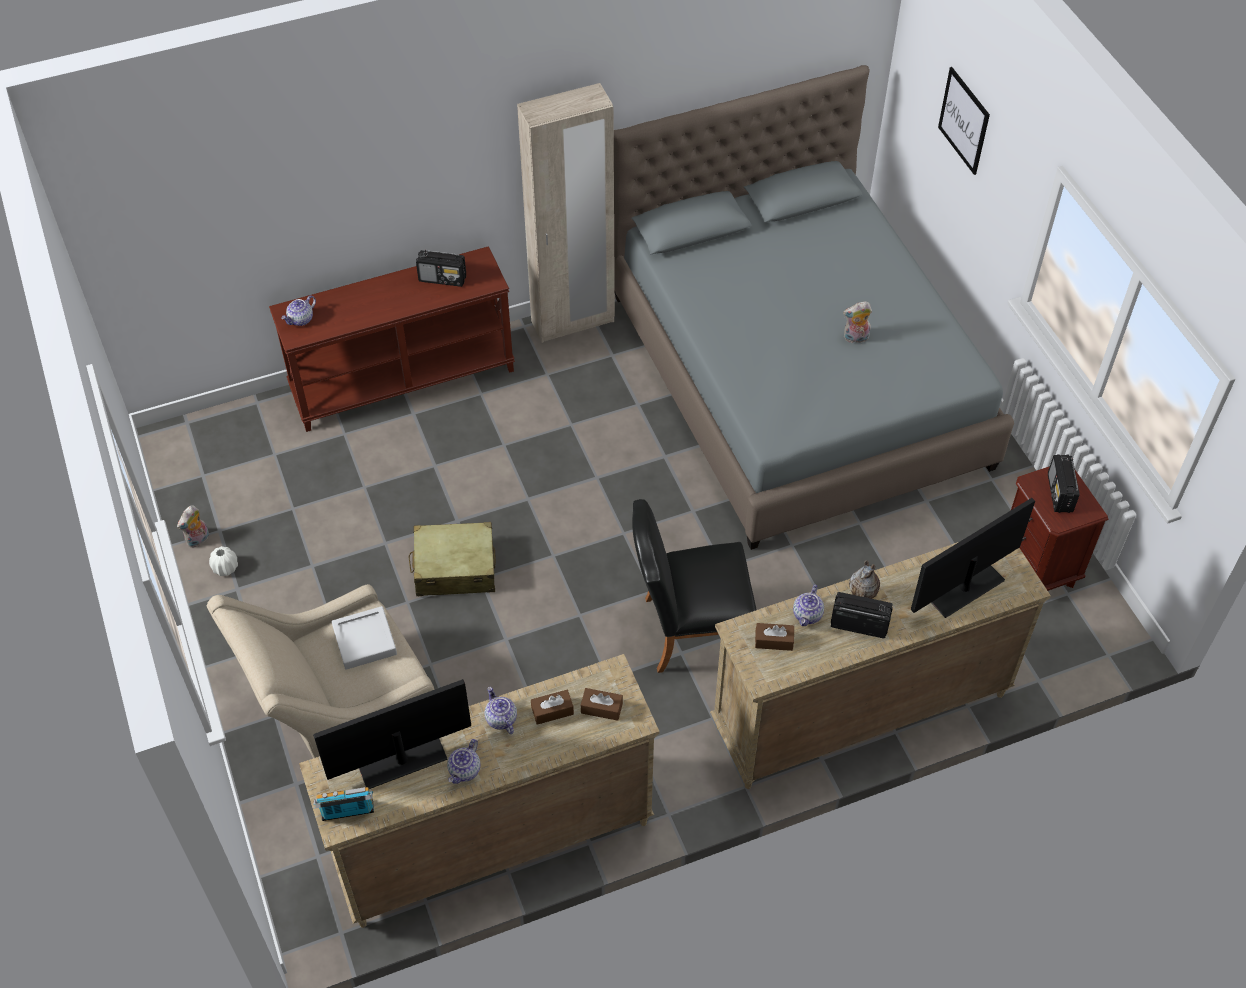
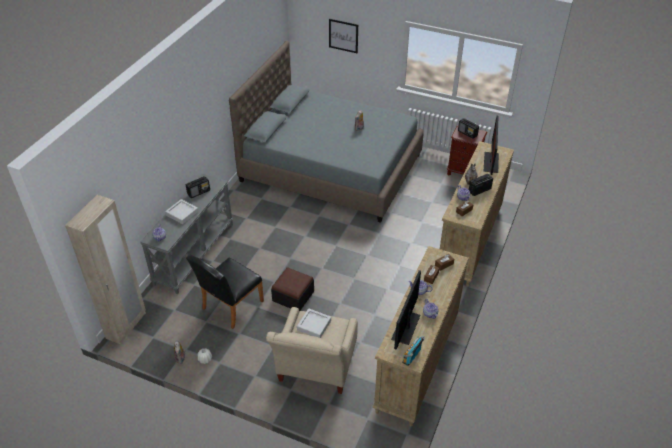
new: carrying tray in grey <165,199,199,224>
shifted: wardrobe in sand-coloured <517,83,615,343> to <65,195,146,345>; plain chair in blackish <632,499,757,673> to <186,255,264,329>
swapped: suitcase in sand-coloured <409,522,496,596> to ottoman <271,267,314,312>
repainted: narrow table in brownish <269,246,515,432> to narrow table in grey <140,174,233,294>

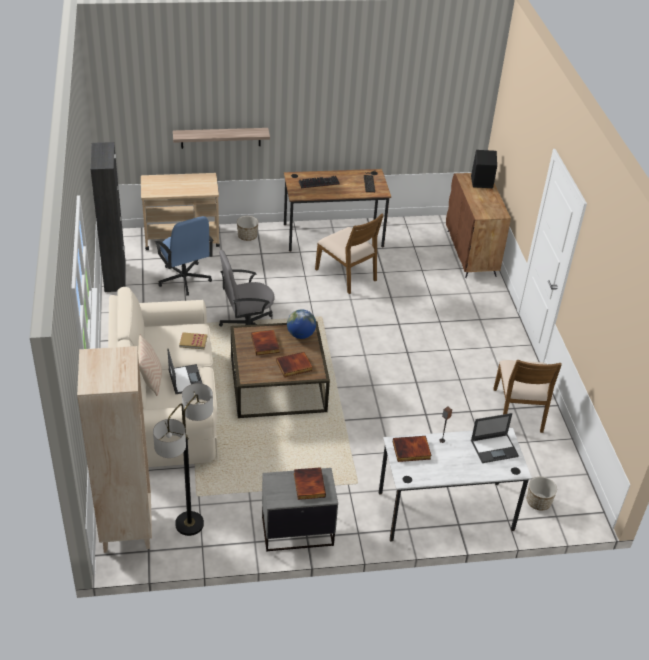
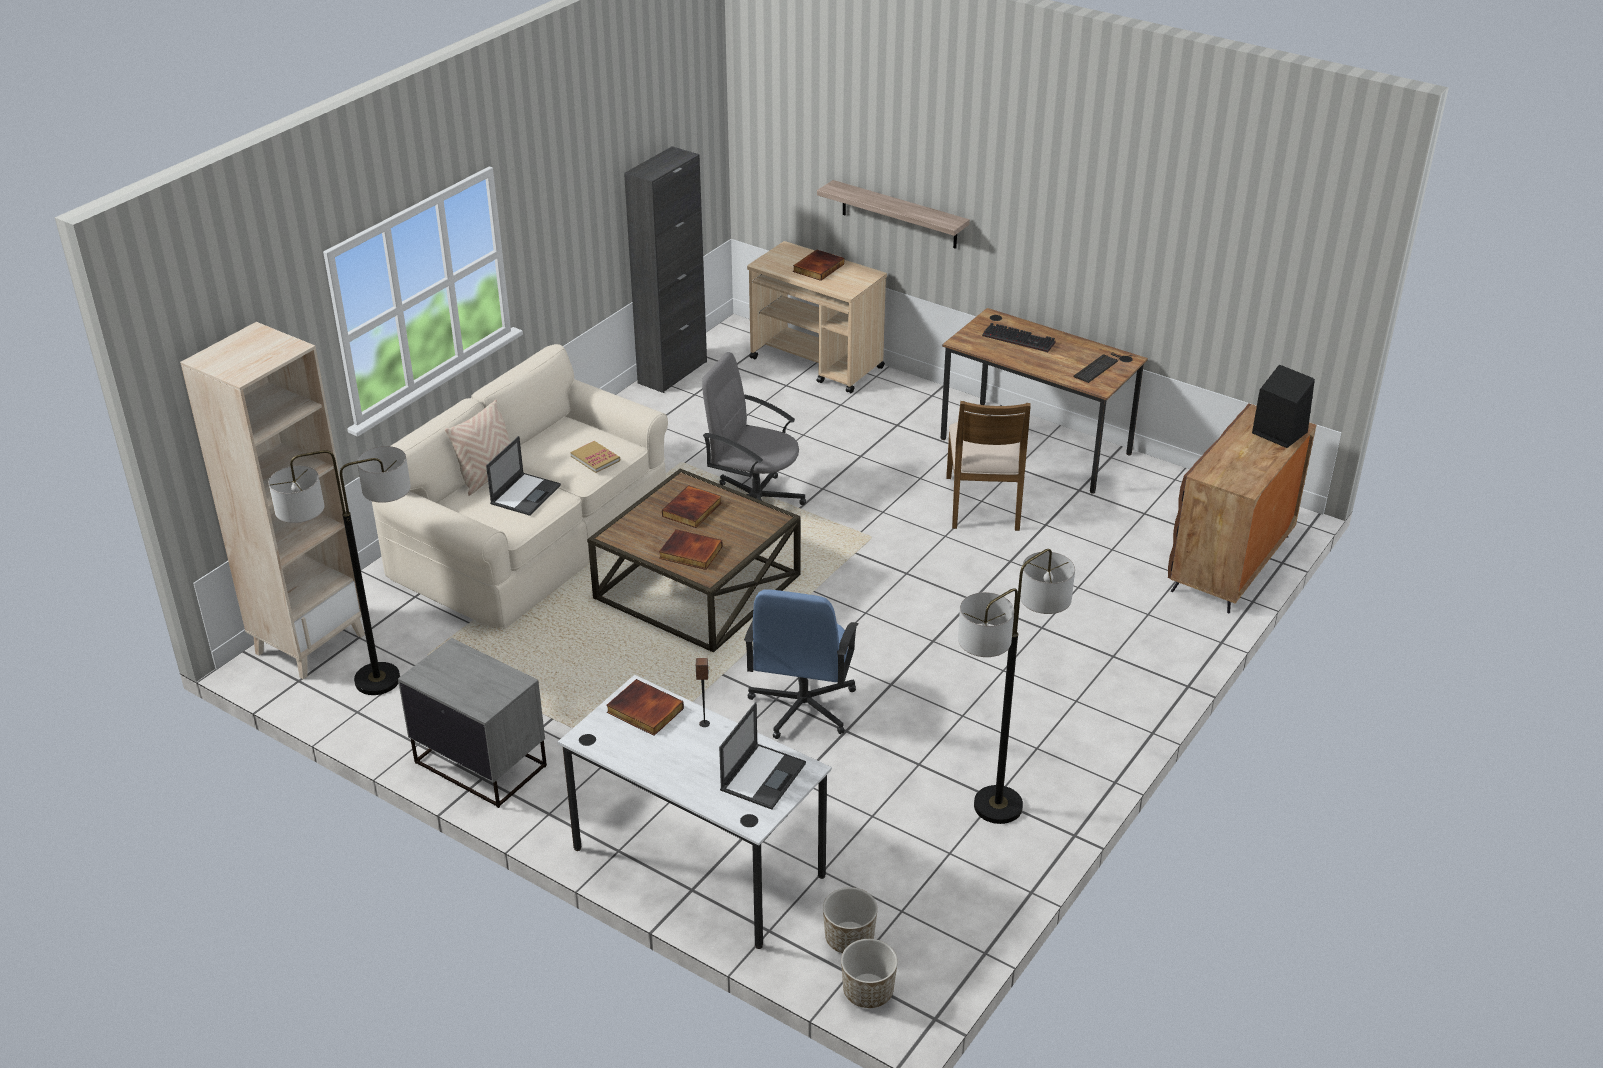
gone: globe <287,309,316,339>
shifted: computer chair in blue <155,216,213,296> to <744,590,858,739>; plant pot <237,216,258,241> to <841,939,898,1008>; book <294,467,326,500> to <793,249,844,281>
swapped: plain chair in brownish <493,360,562,433> to floor lamp <958,549,1075,824>
rotated: notebook computer <471,413,519,463> = <719,702,806,810> 90 degrees counterclockwise

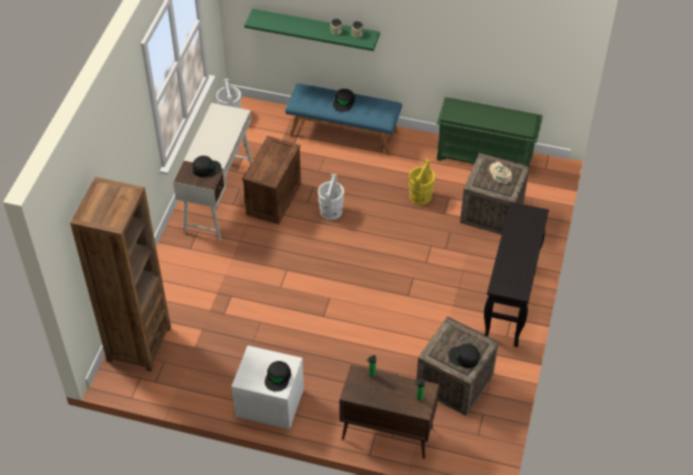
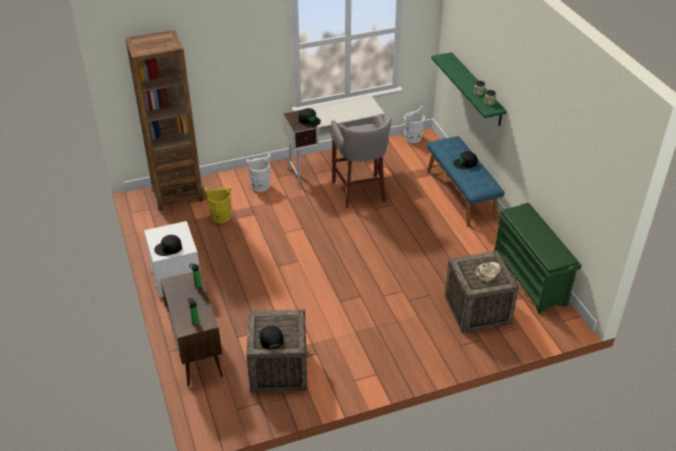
gone: narrow table in blackish <484,202,549,347>
shifted: pail in yellow-coloured <409,159,435,205> to <205,185,232,223>; pail in white-coloured <318,174,344,220> to <246,154,271,192>
swapped: packing crate <242,136,301,224> to stool seat in grey <331,114,392,208>

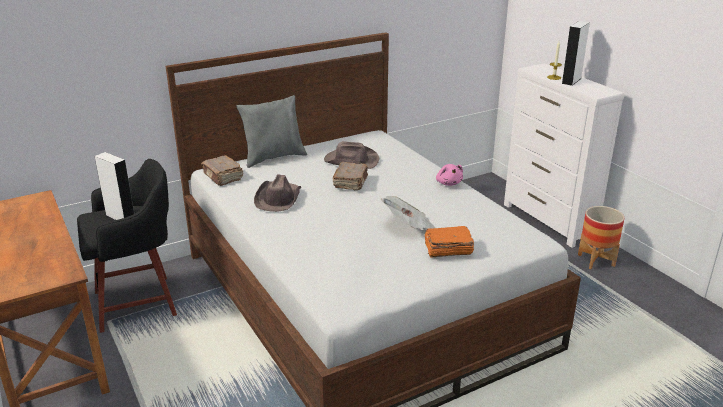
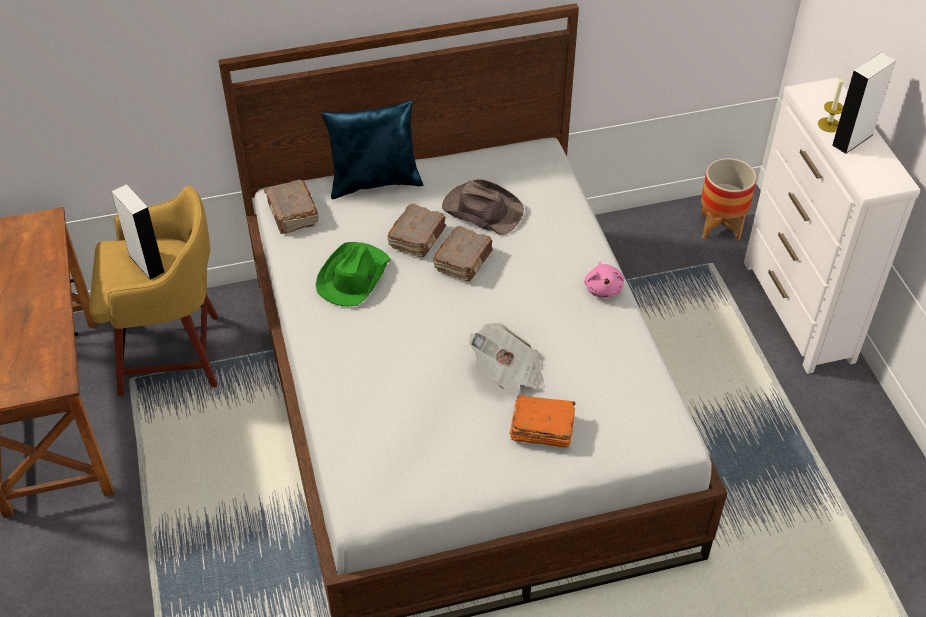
new: book in brownish <388,204,446,257>
shifted: plant pot <578,206,624,269> to <701,158,757,241>
repainted: throw pillow in grey <236,95,307,168> to throw pillow in blue <321,100,423,199>; stool seat in blackish <77,159,177,333> to stool seat in yellow-coloured <89,185,218,396>; hat in brownish <254,174,301,212> to hat in greenish <315,242,391,306>

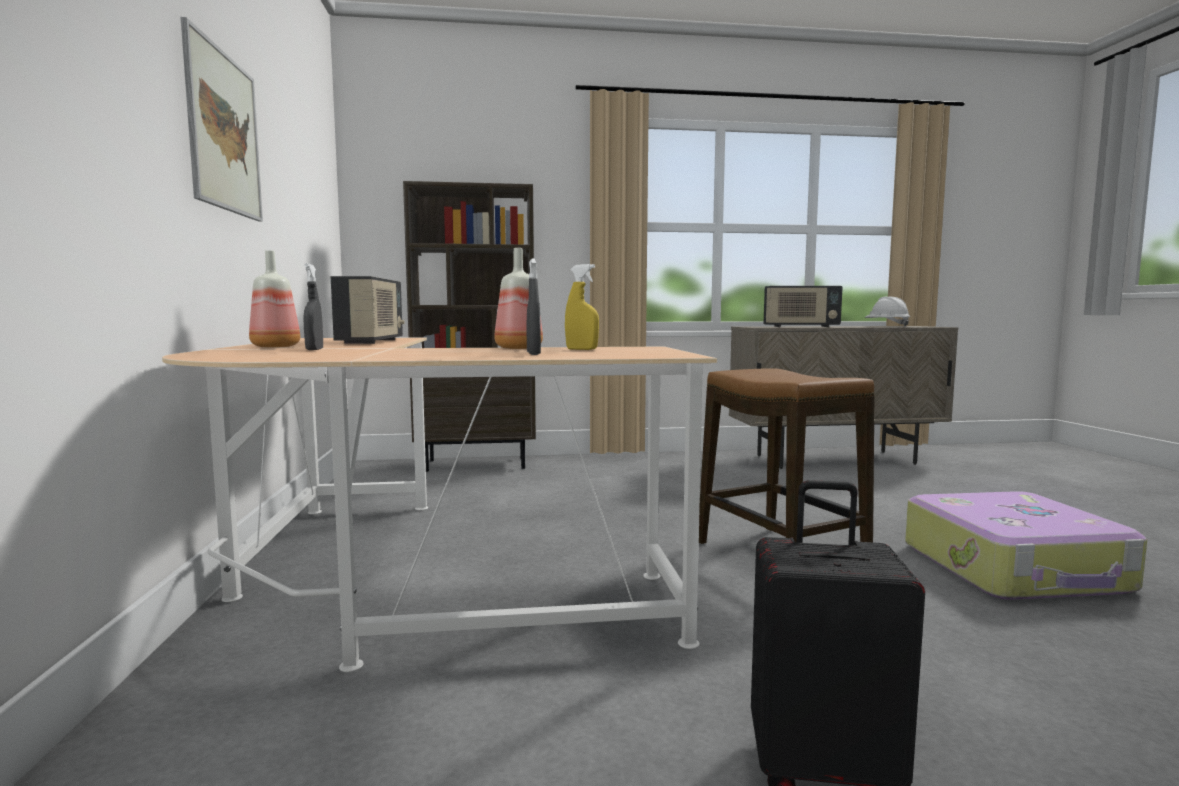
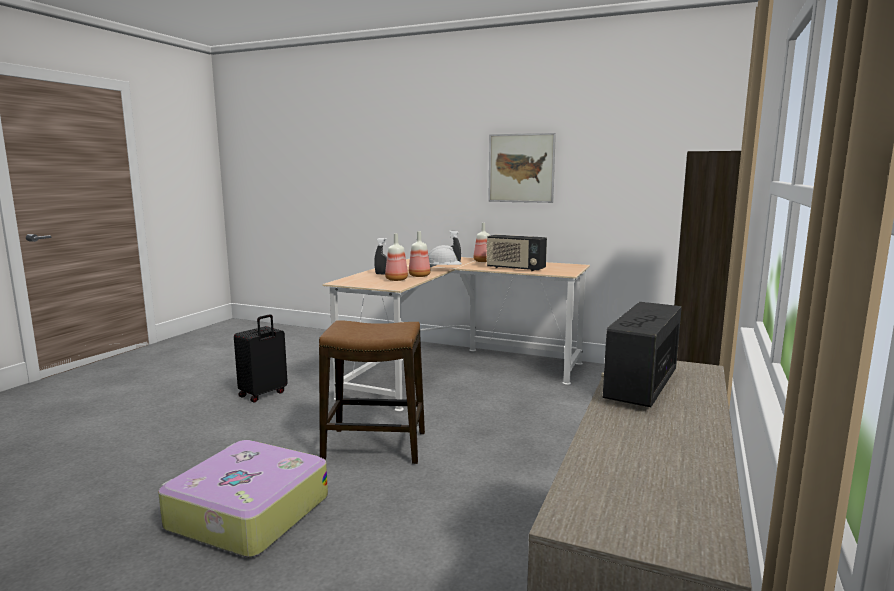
shifted: safety helmet in white-coloured <865,297,910,327> to <428,245,462,267>
swapped: hand sprayer in yellow-coloured <565,264,599,350> to drink bottle <385,233,408,281>

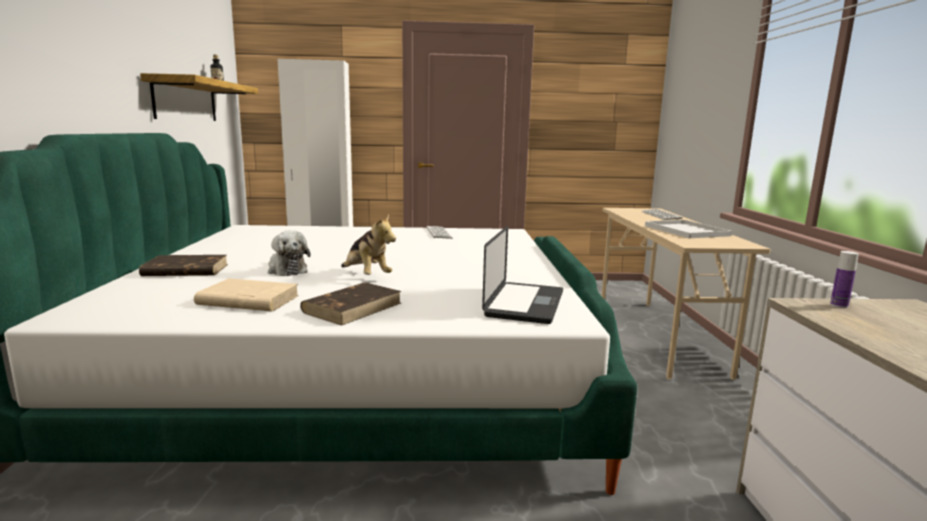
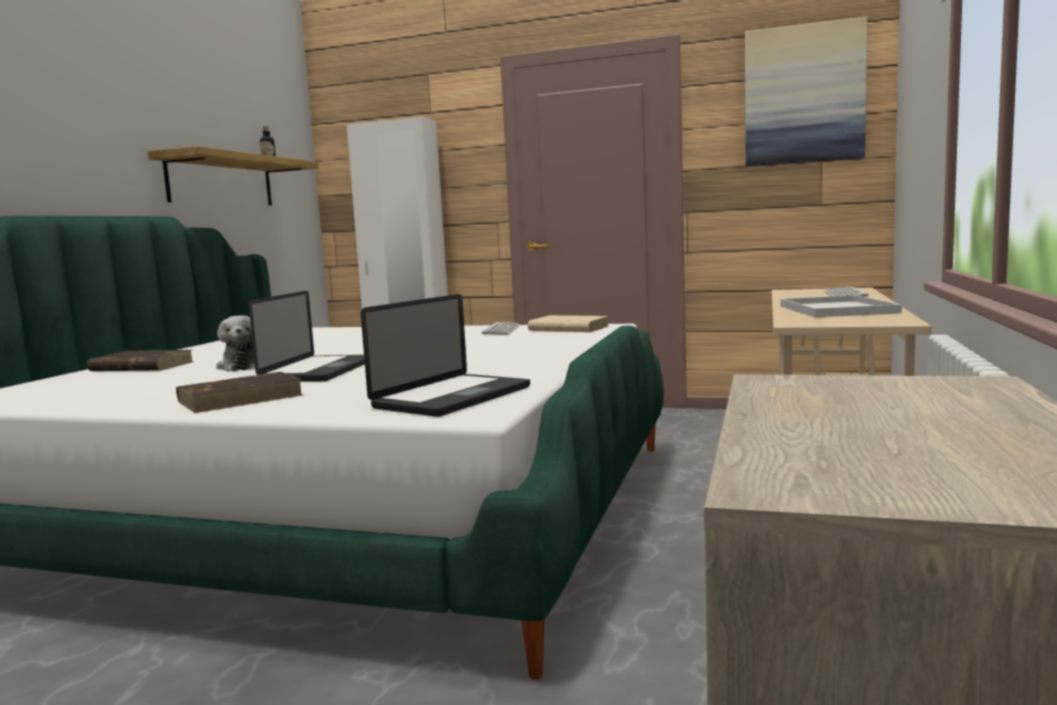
gone: drink bottle <830,251,859,308>
new: picture <745,17,867,167>
shifted: book in sand-coloured <194,278,299,311> to <528,315,609,332>
swapped: plush toy <341,214,396,275> to notebook computer <249,291,365,382>

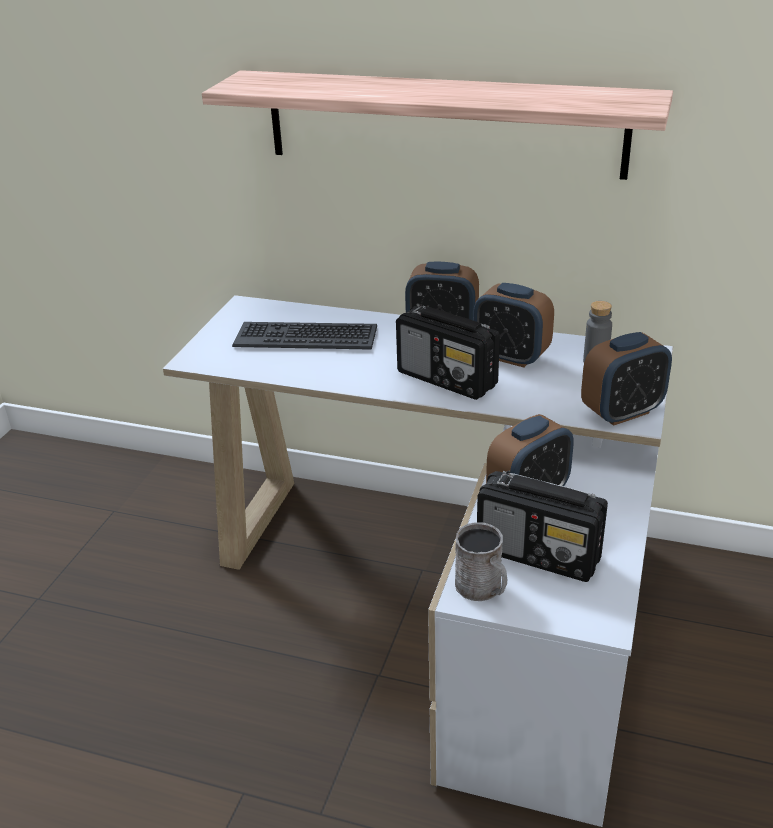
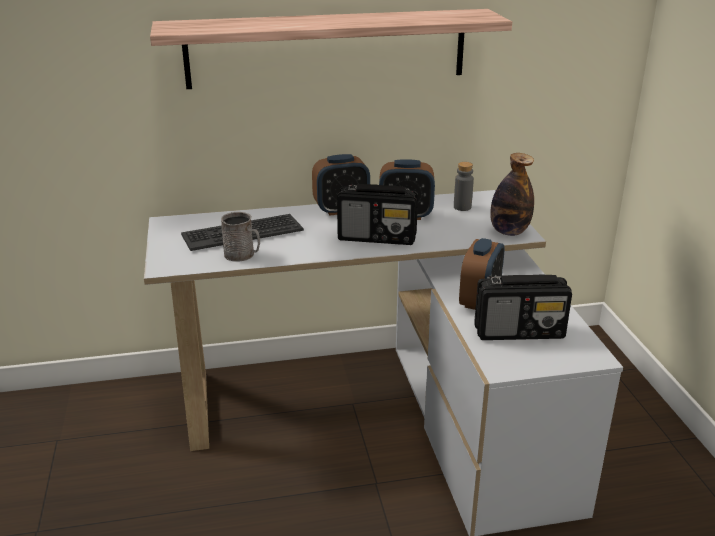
shifted: mug in grey <455,522,507,601> to <221,212,260,262>
swapped: table clock <581,332,672,426> to drink bottle <490,153,534,236>

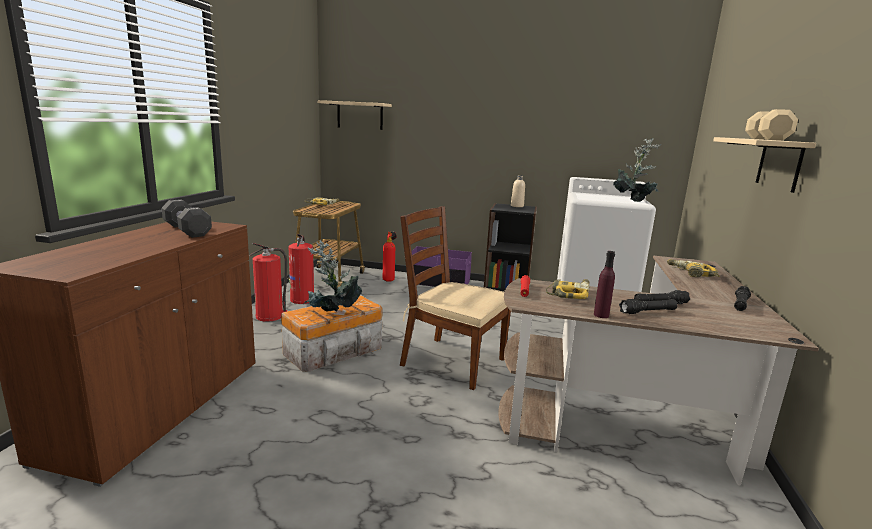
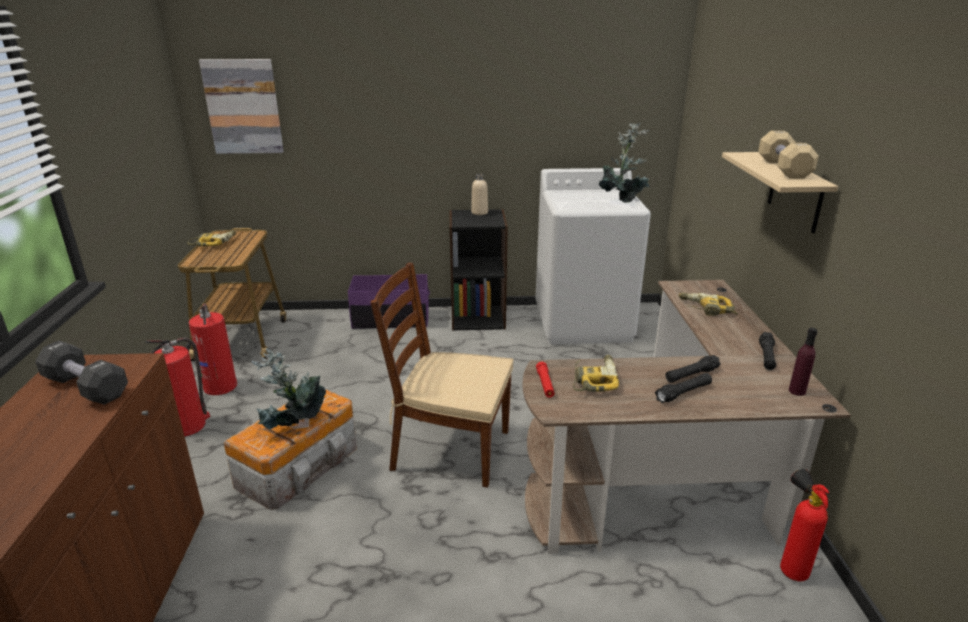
shifted: fire extinguisher <383,231,397,282> to <780,469,829,581>; drink bottle in purple <594,251,615,318> to <789,328,817,396>
swapped: shelf in sand-coloured <318,100,392,130> to picture <199,59,284,154>

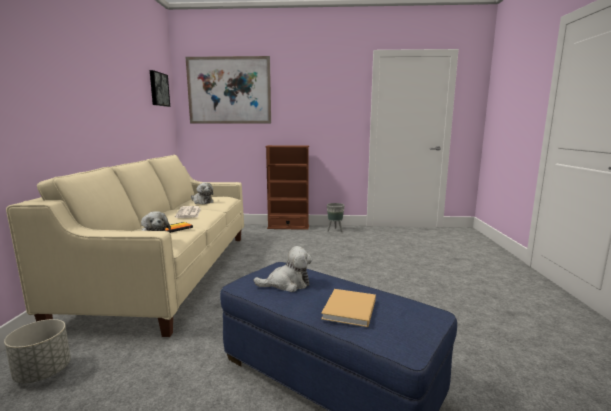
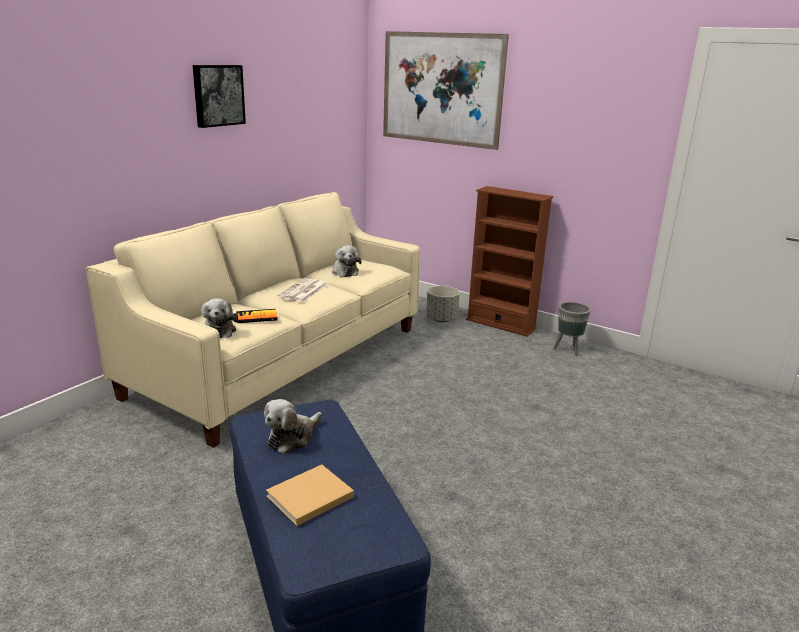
shifted: picture <150,70,170,107> to <193,65,246,128>; plant pot in grey <4,319,71,383> to <426,286,460,322>
rotated: plush toy <254,246,313,292> = <264,399,322,454> 105 degrees clockwise

